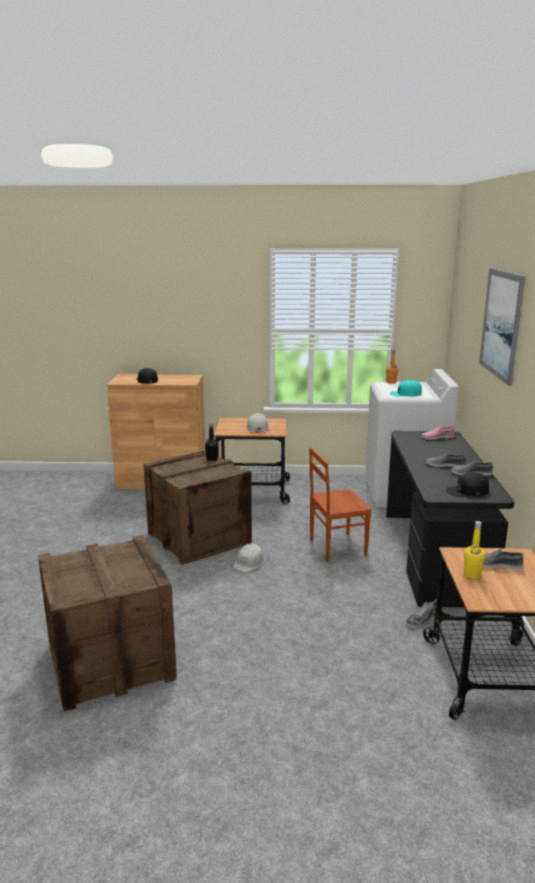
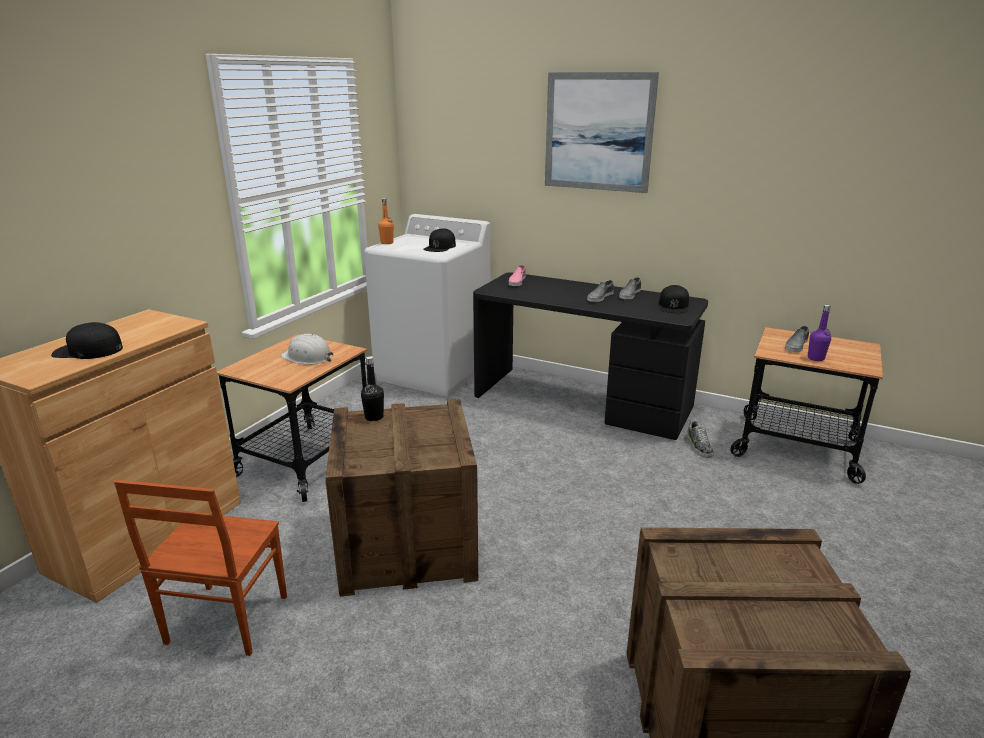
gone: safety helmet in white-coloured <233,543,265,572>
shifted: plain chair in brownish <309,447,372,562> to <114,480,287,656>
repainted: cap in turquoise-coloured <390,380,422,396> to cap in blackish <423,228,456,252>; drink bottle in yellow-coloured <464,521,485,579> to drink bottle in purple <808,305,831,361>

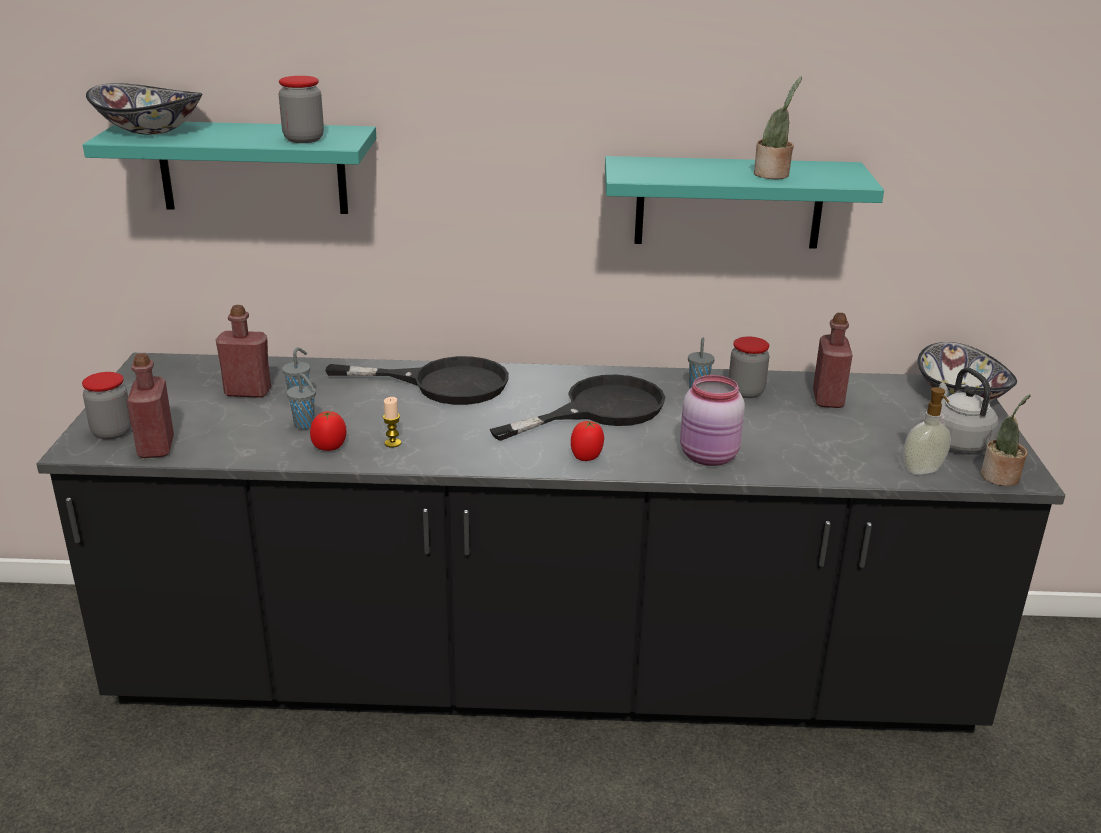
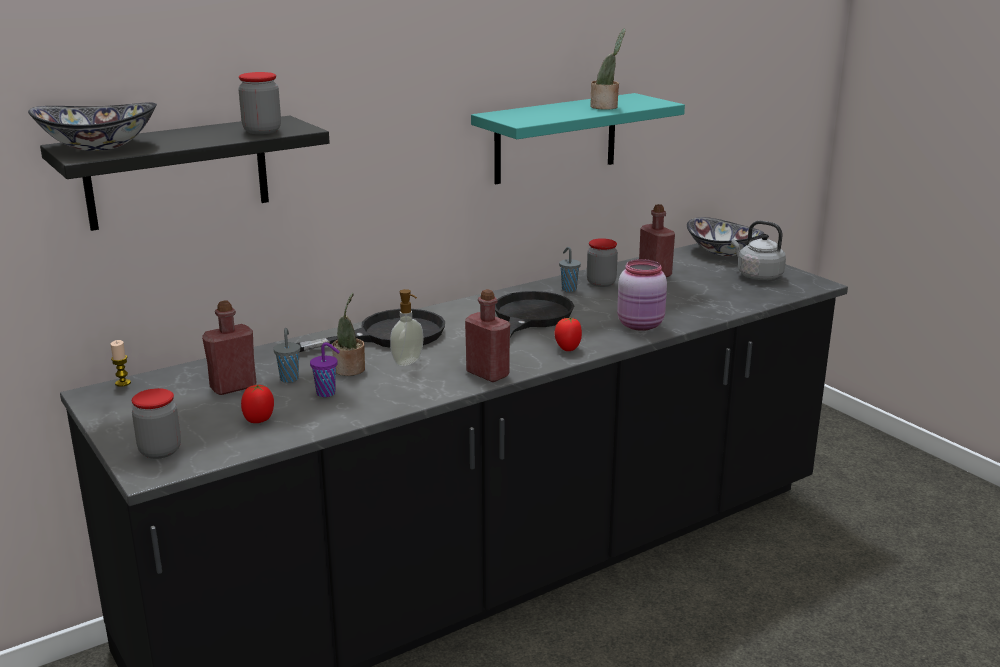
shifted: drink bottle in red-coloured <127,353,174,458> to <465,289,510,382>; soap bottle <903,387,951,475> to <390,289,424,366>; houseplant <981,394,1031,486> to <332,293,365,376>; wax light <383,397,401,448> to <111,340,131,387>; tomato <310,411,346,451> to <241,384,274,423>
repainted: shelf in turquoise-coloured <83,122,376,214> to shelf in blackish <40,116,330,231>; small cup in grey <287,373,316,429> to small cup in purple <310,343,340,397>

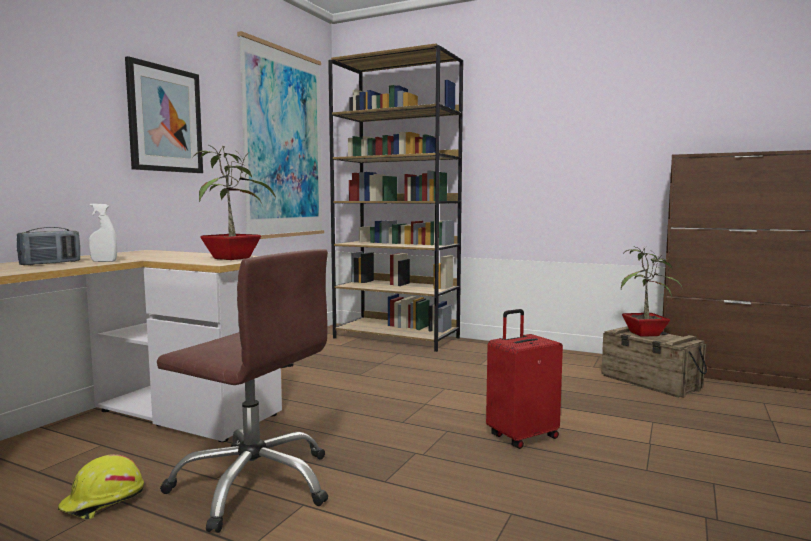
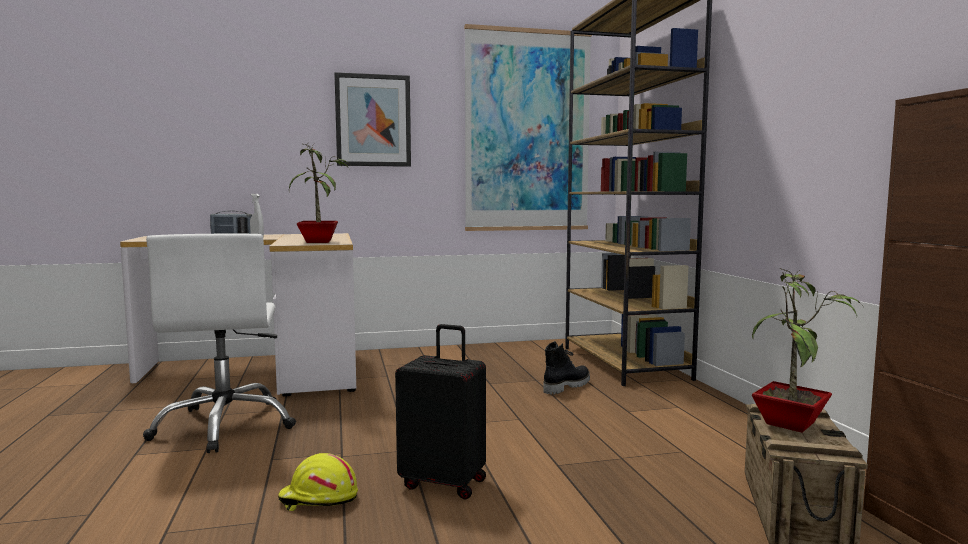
new: tall boot in blackish <543,341,590,394>
shifted: safety helmet in yellow-coloured <57,454,144,520> to <278,453,358,511>
repainted: computer chair in brownish <157,249,328,533> to computer chair in white-coloured <143,233,296,453>; suitcase in red-coloured <486,309,563,449> to suitcase in blackish <395,324,486,500>

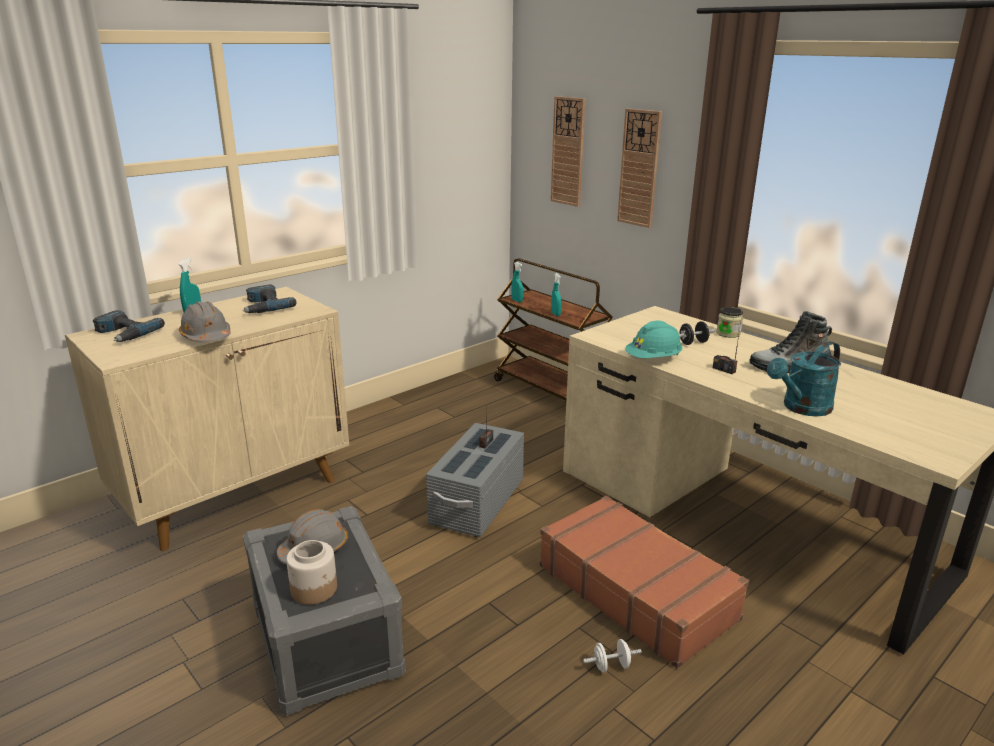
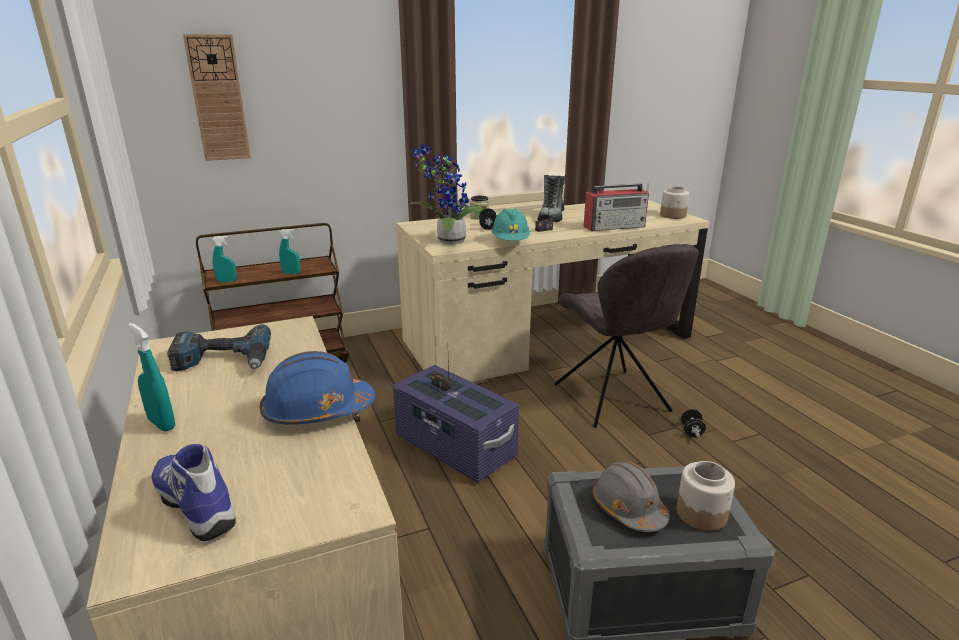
gone: clock on the wall <617,108,662,228>
new: houseplant <410,143,481,244>; preserve jar <660,186,690,219>
swapped: electric drill <93,310,165,342> to shoe <151,444,236,542>; sprinkling can in turquoise-coloured <767,341,841,417> to radio receiver <584,183,649,231>; suitcase in brownish <539,496,749,668> to plain chair in grey <554,244,699,428>
repainted: safety helmet in grey <179,301,231,342> to safety helmet in blue <260,351,375,425>; storage box in grey <426,423,524,537> to storage box in purple <393,365,519,483>; free weight in white-coloured <583,639,642,673> to free weight in blackish <681,409,706,437>

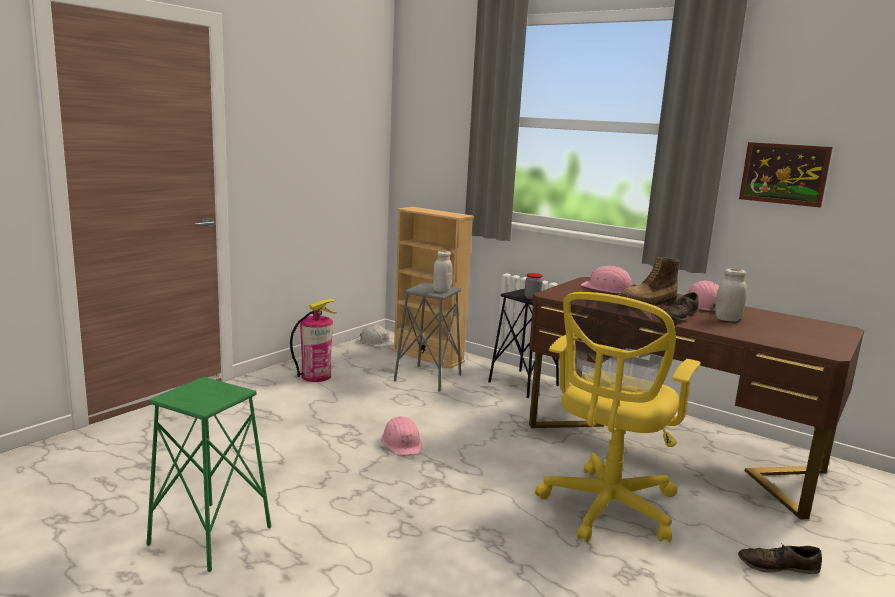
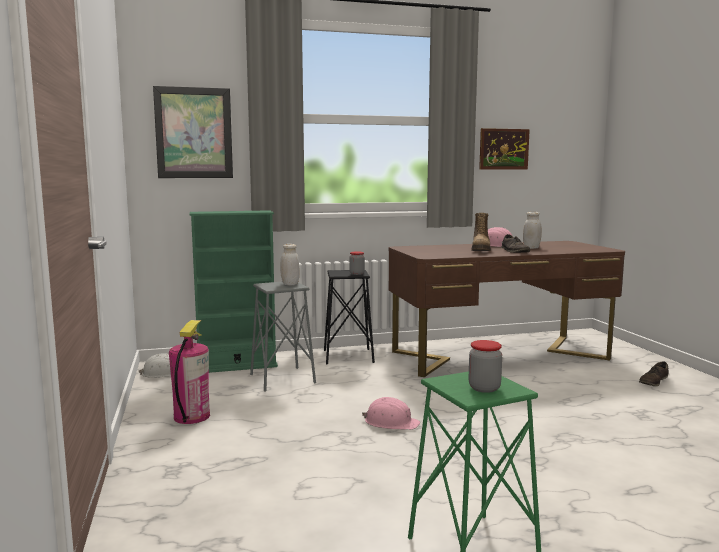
gone: safety helmet in pinkish <581,266,637,294>; computer chair in yellow-coloured <535,292,701,542>
new: picture <153,86,233,178>; preserve jar <468,340,502,393>
repainted: shelving unit in sand-coloured <392,207,474,369> to shelving unit in greenish <189,210,278,373>

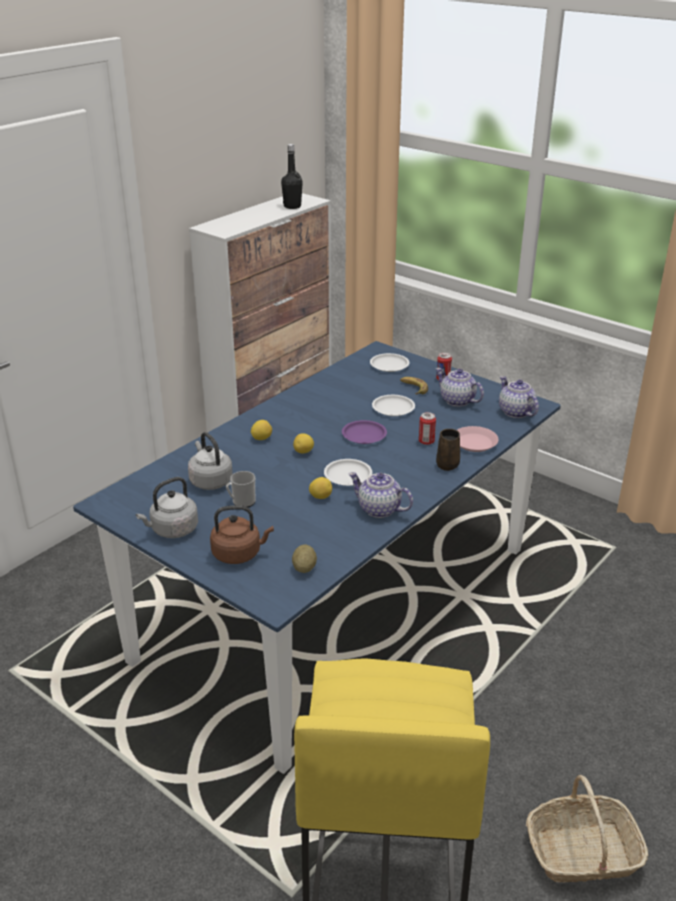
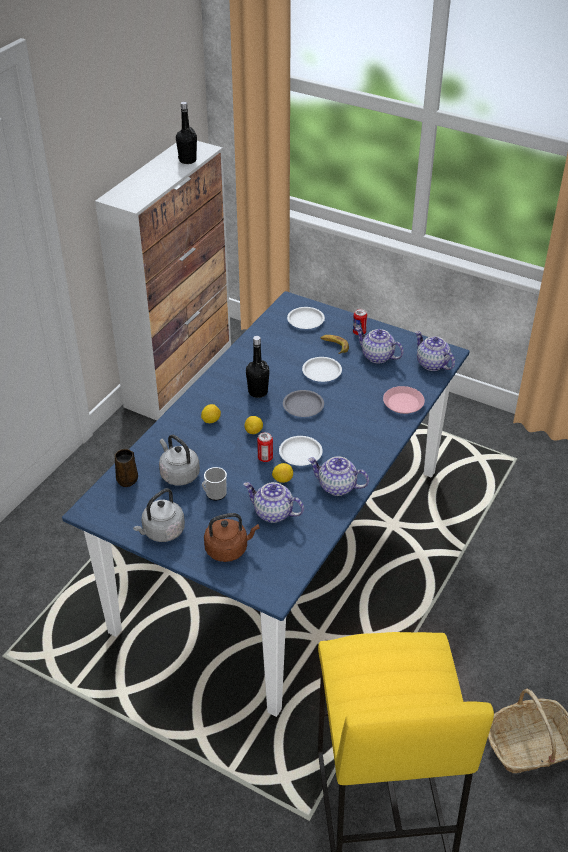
gone: whole potato <292,544,317,573>
new: drink bottle in blackish <246,336,270,398>; pot for tea <243,482,304,523>
shifted: can <419,412,436,445> to <257,432,273,462>; mug in brownish <436,429,460,471> to <115,449,138,487>
repainted: plate in purple <342,420,387,444> to plate in grey <283,390,324,417>

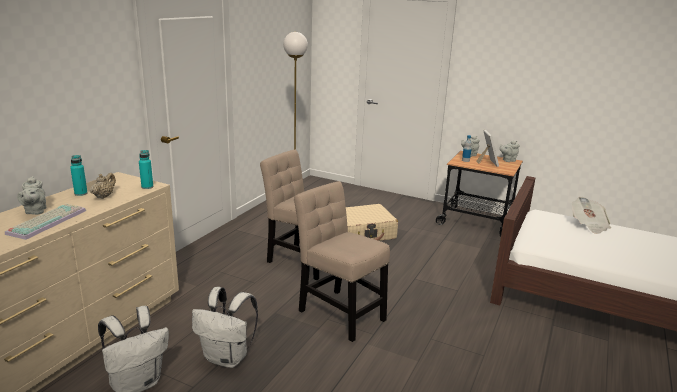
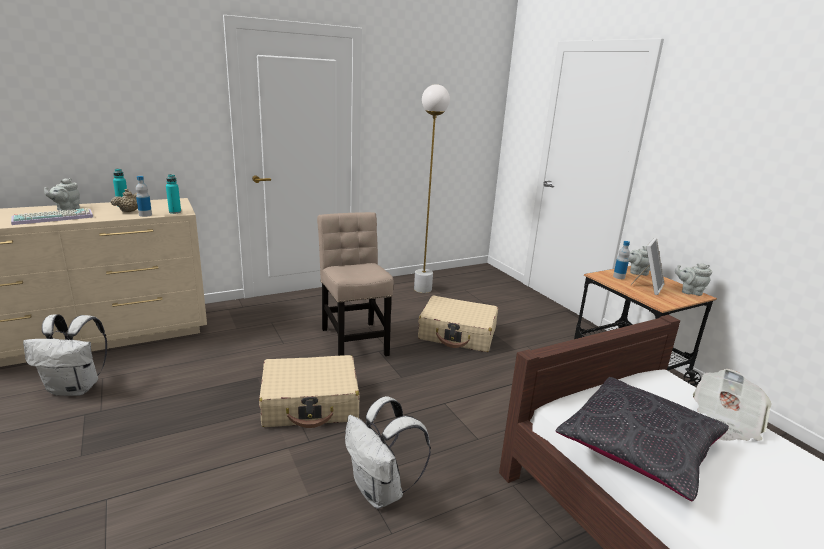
new: drink bottle <136,176,152,217>; throw pillow in blackish <555,377,729,501>
shifted: backpack in white-coloured <192,287,258,368> to <345,396,431,509>
swapped: plain chair in sand-coloured <294,181,390,342> to suitcase in sand-coloured <259,355,359,428>

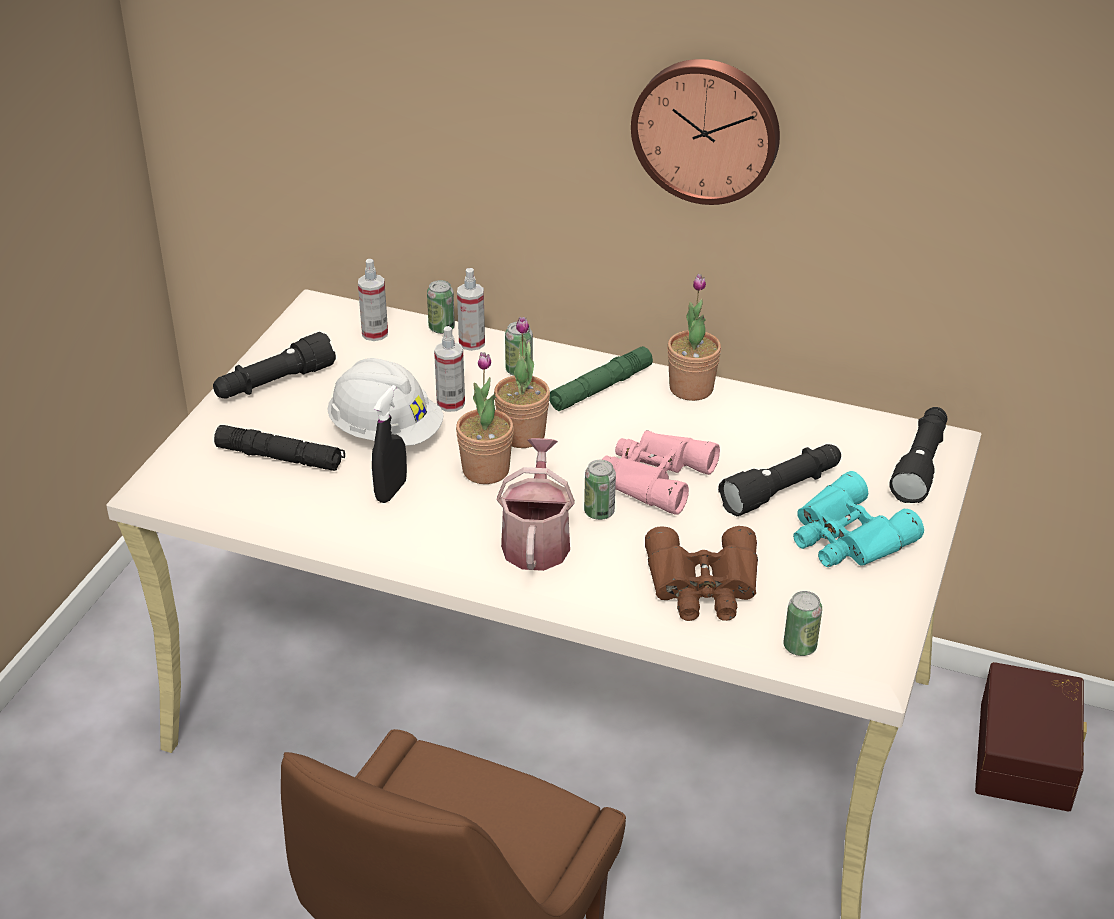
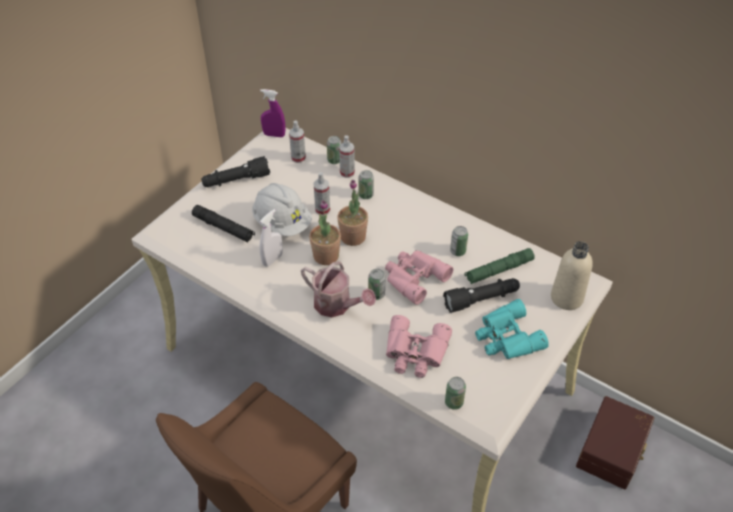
gone: clock on the wall <631,59,780,205>; houseplant <667,274,721,401>
new: hand sprayer in purple <260,89,285,137>; can <450,226,468,256>
shifted: flashlight in greenish <549,346,653,411> to <465,248,534,284>
swapped: flashlight in blackish <889,407,947,503> to drink bottle in sand-coloured <551,241,593,310>
repainted: hand sprayer in blackish <372,385,407,503> to hand sprayer in white-coloured <259,209,283,267>; field glasses in brownish <645,526,758,621> to field glasses in pinkish <386,315,452,378>
rotated: sprinkling can <497,438,575,571> = <301,261,376,317> 105 degrees clockwise

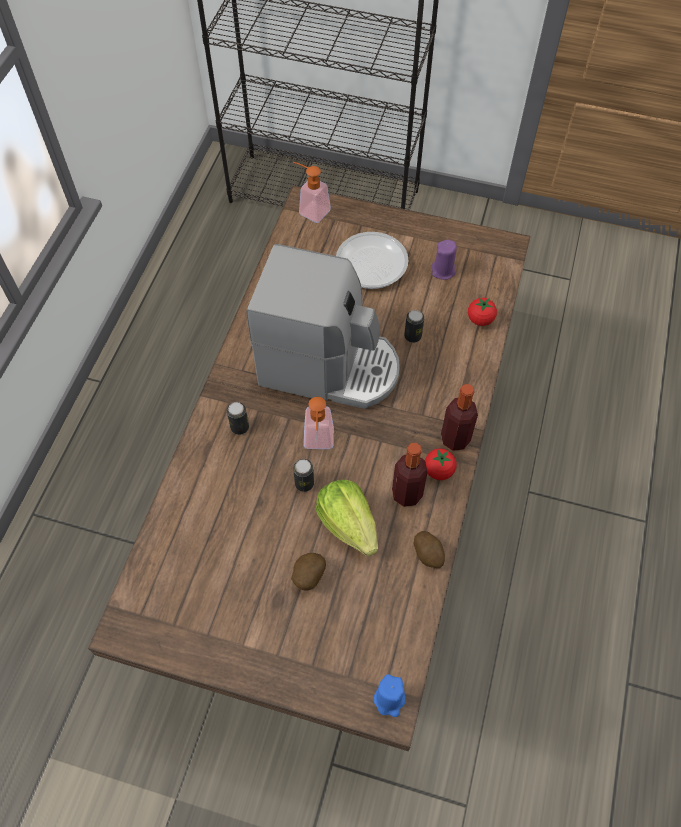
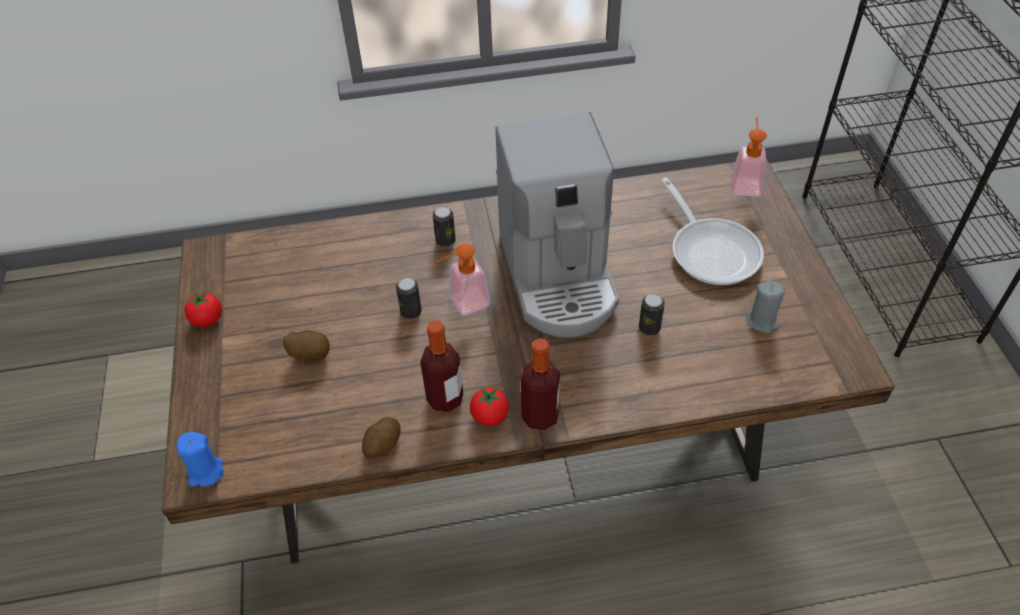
gone: lettuce <316,480,378,556>
shifted: tomato <468,297,497,326> to <185,292,222,327>
repainted: wax light in purple <431,240,457,280> to wax light in grey <746,280,785,334>

